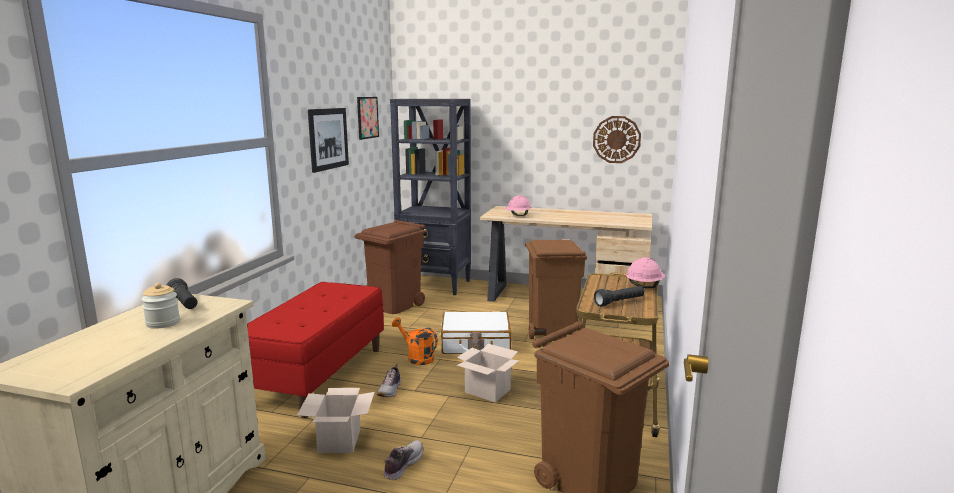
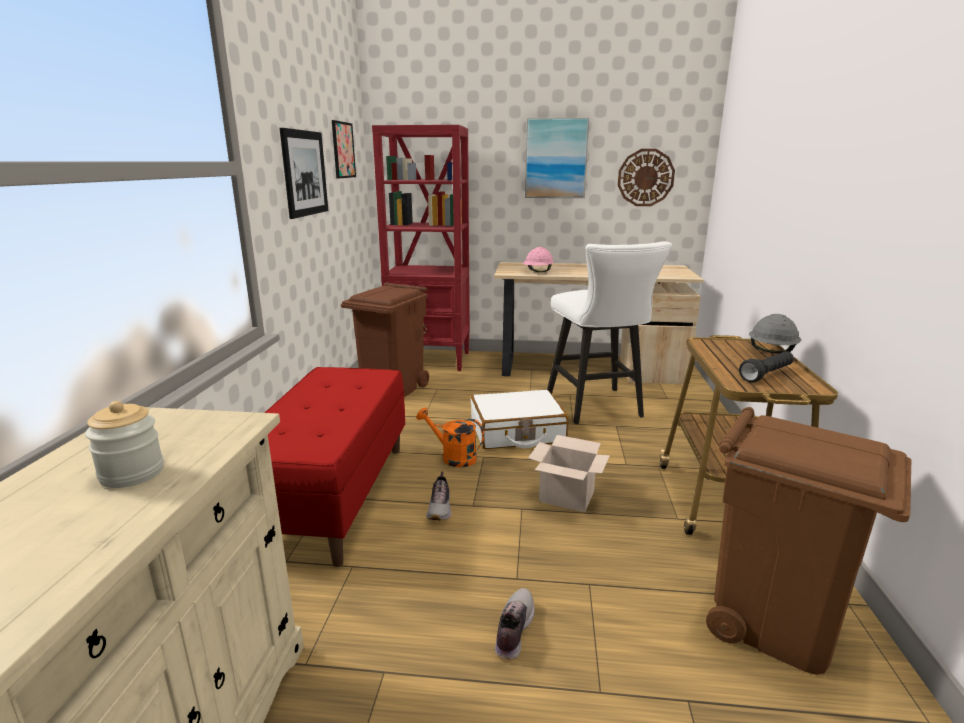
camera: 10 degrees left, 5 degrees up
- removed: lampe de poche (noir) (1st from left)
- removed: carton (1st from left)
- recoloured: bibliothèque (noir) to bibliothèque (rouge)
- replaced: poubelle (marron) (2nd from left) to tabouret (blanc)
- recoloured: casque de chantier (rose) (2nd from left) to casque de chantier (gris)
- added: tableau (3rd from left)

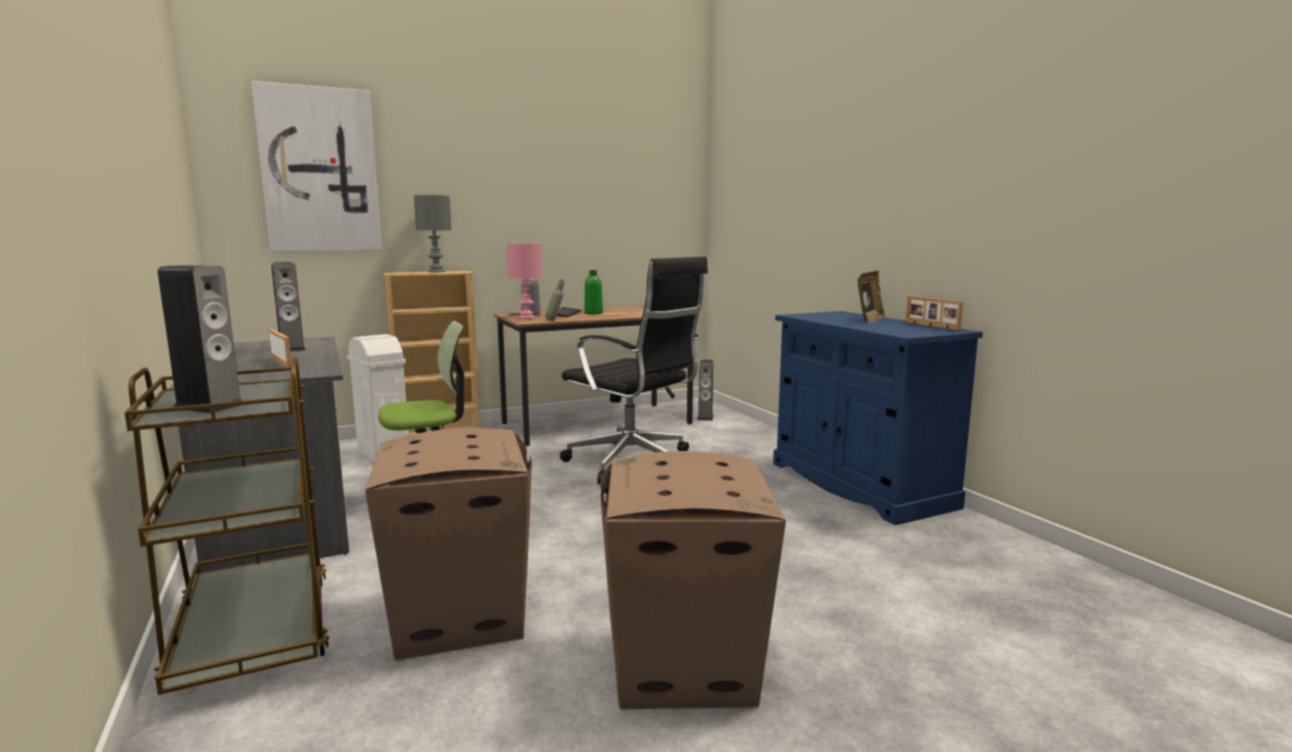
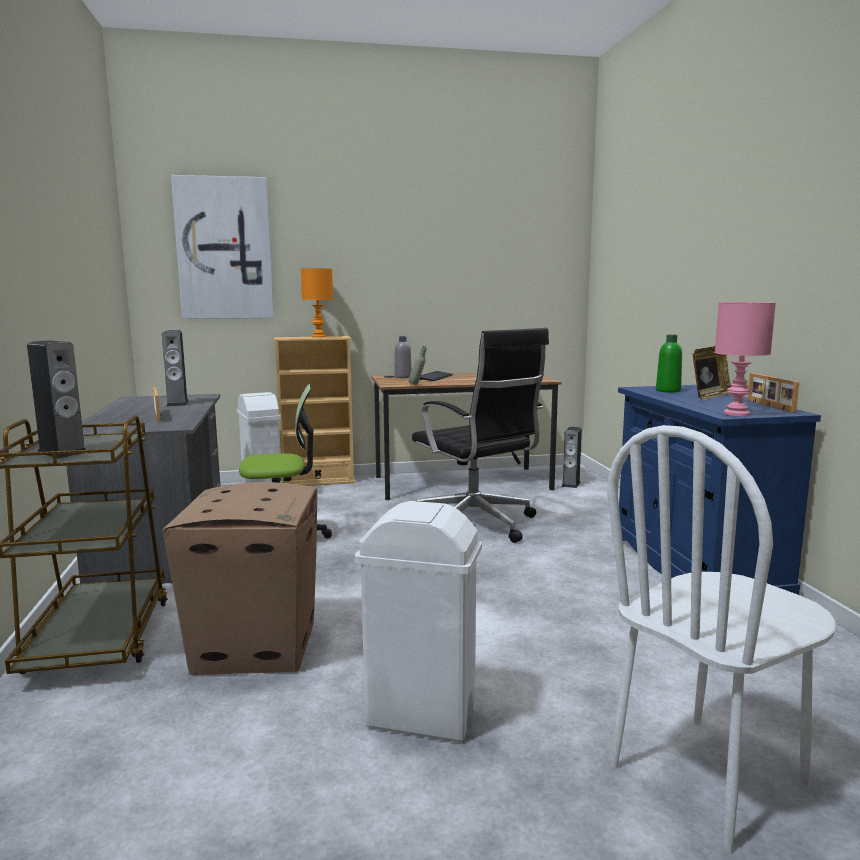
camera: 15 degrees right, 0 degrees up
- recoloured: lampe de table (gris) to lampe de table (orange)
- moved: lampe de table (rose)
- moved: bouteille (vert)
- replaced: carton (2nd from left) to poubelle (blanc) (2nd from left)
- added: chaise (blanc)

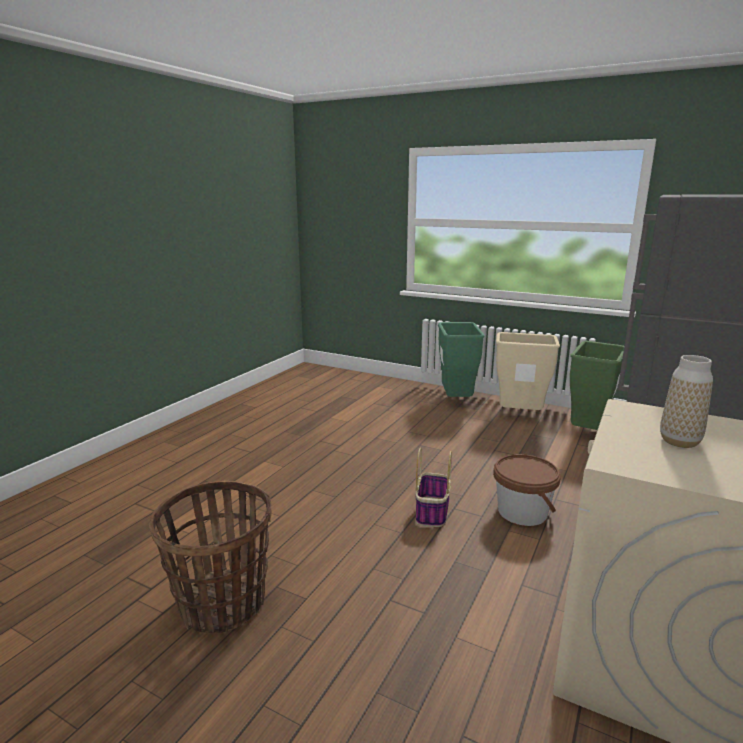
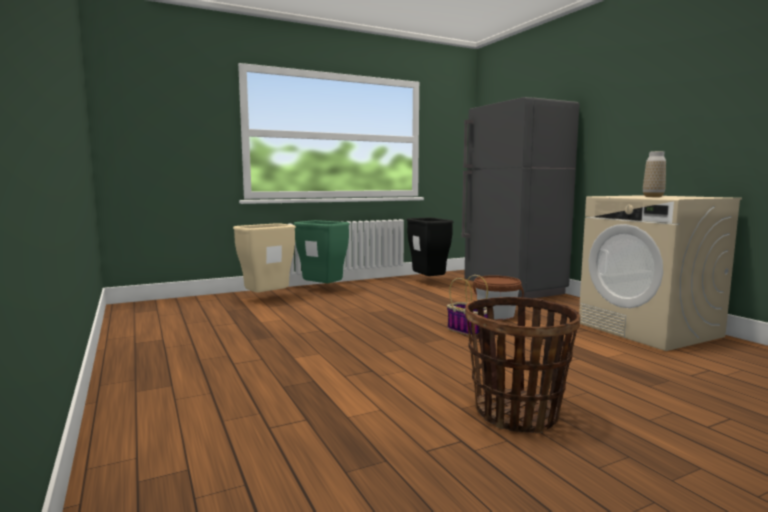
camera: 55 degrees left, 10 degrees down
- moved: poubelle (beige)
- recoloured: poubelle (vert) (2nd from left) to poubelle (noir)

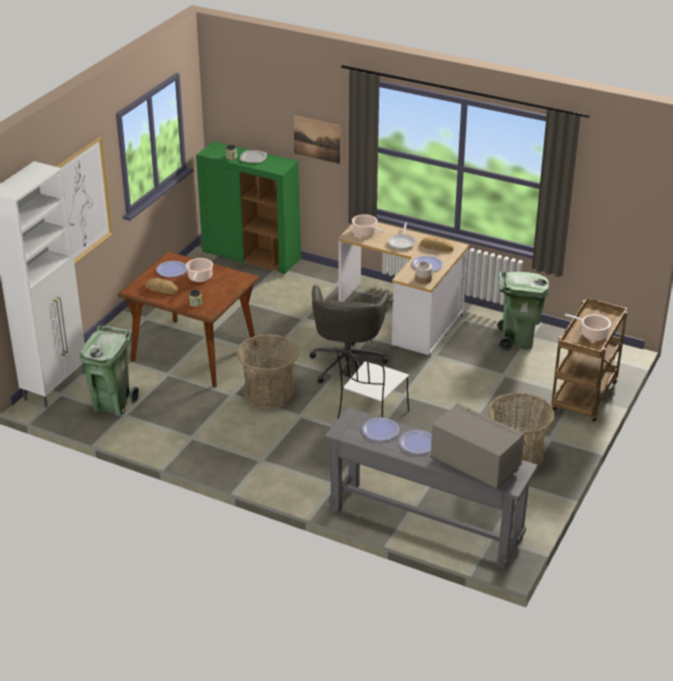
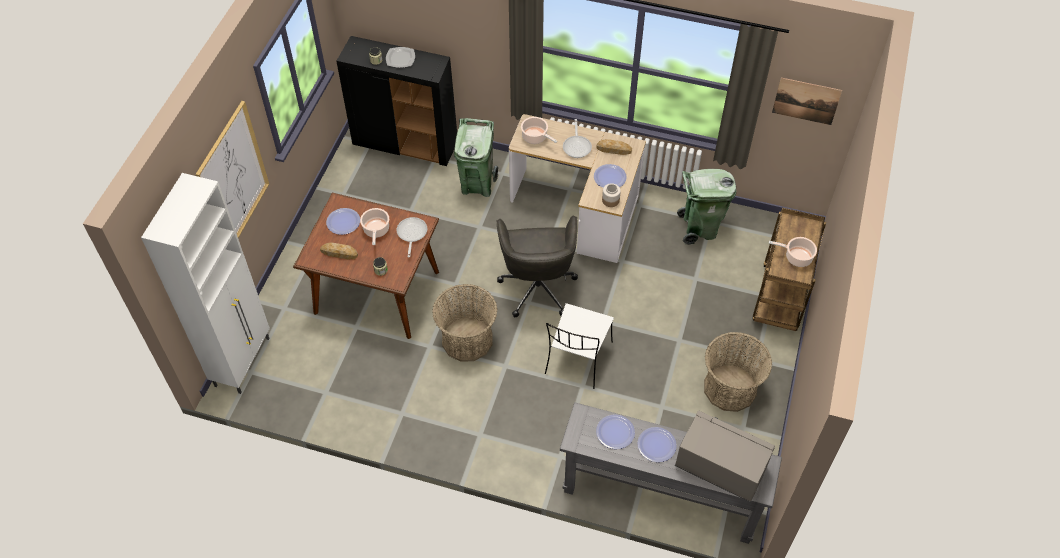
camera: 10 degrees left, 20 degrees up
- moved: poubelle (vert) (1st from left)
- recoloured: meuble de rangement (vert) to meuble de rangement (noir)
- moved: tableau (2nd from left)
- added: poêle (1st from left)

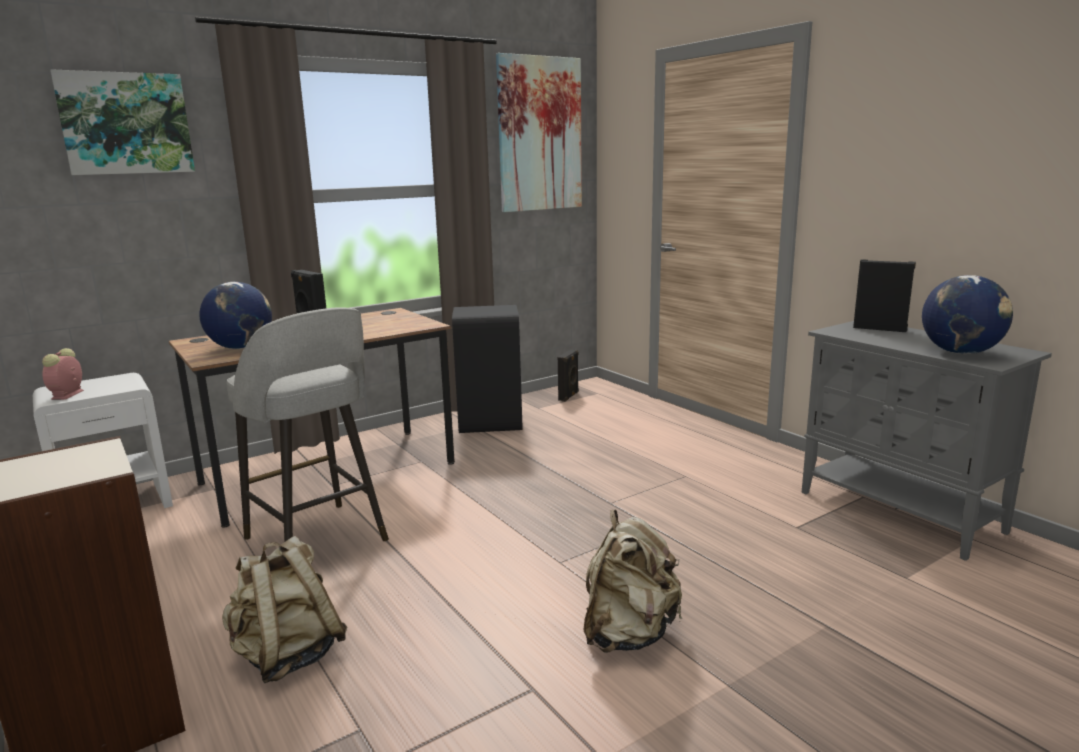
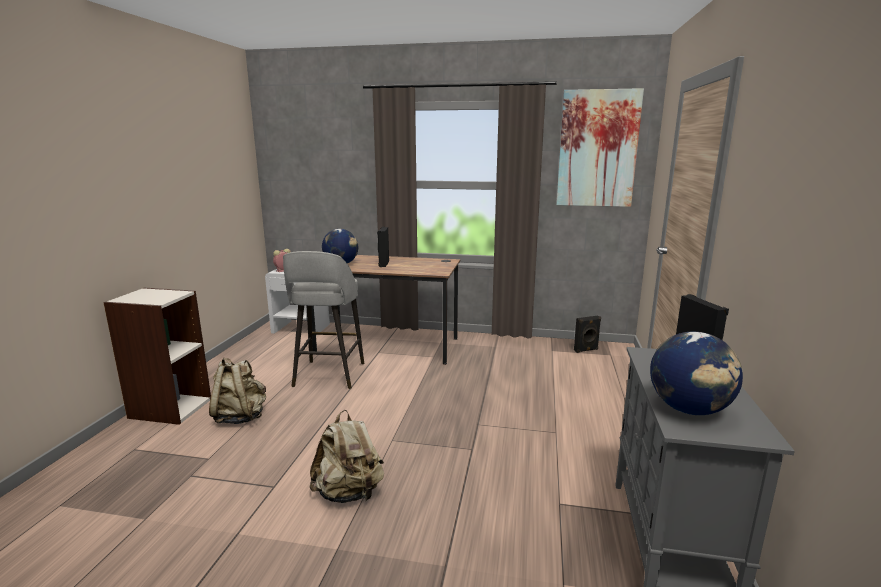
camera: 45 degrees right, 0 degrees up
- removed: tableau (1st from left)
- removed: poubelle (noir)

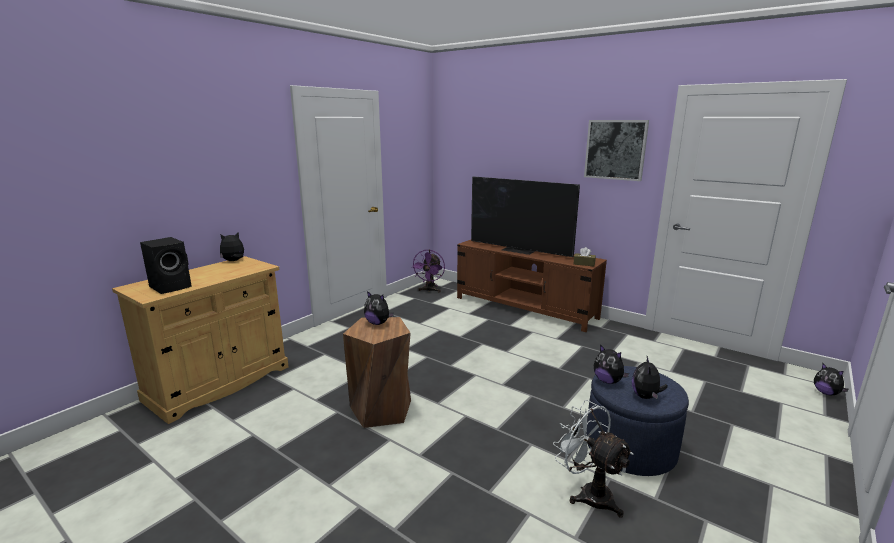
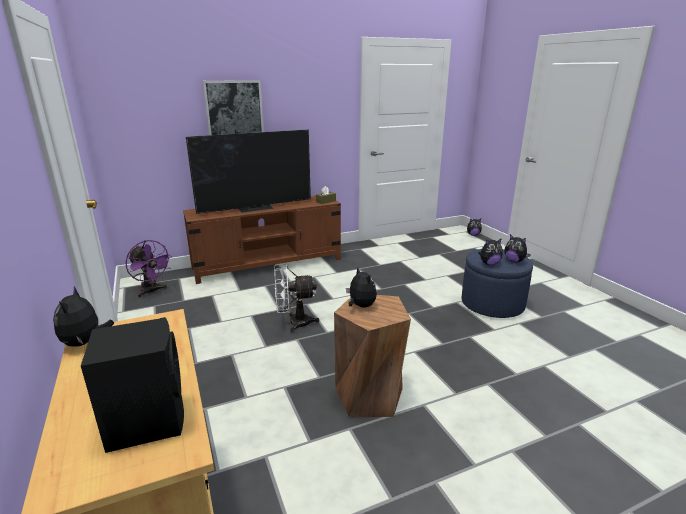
camera: 60 degrees left, 5 degrees up
- turned: peluche (2nd from left) 90 degrees counterclockwise
- moved: ventilateur (blanc)
- moved: tableau

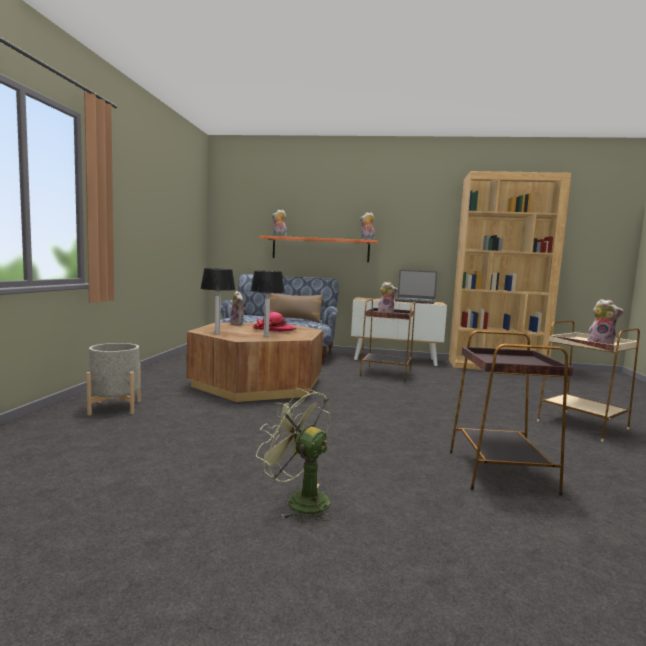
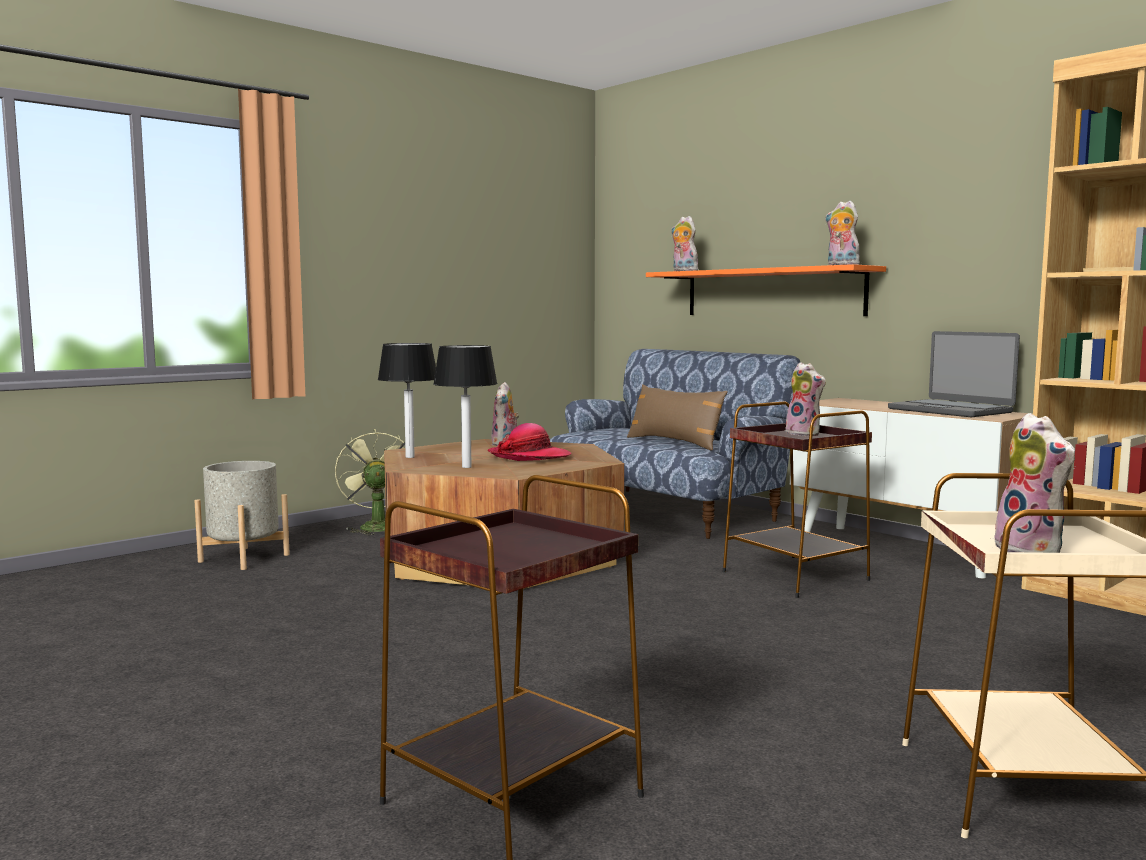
camera: 40 degrees right, 0 degrees up
- moved: ventilateur (vert)

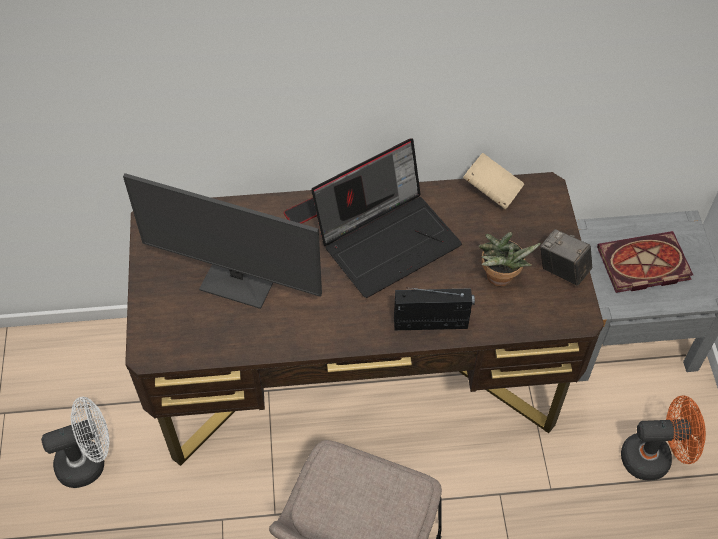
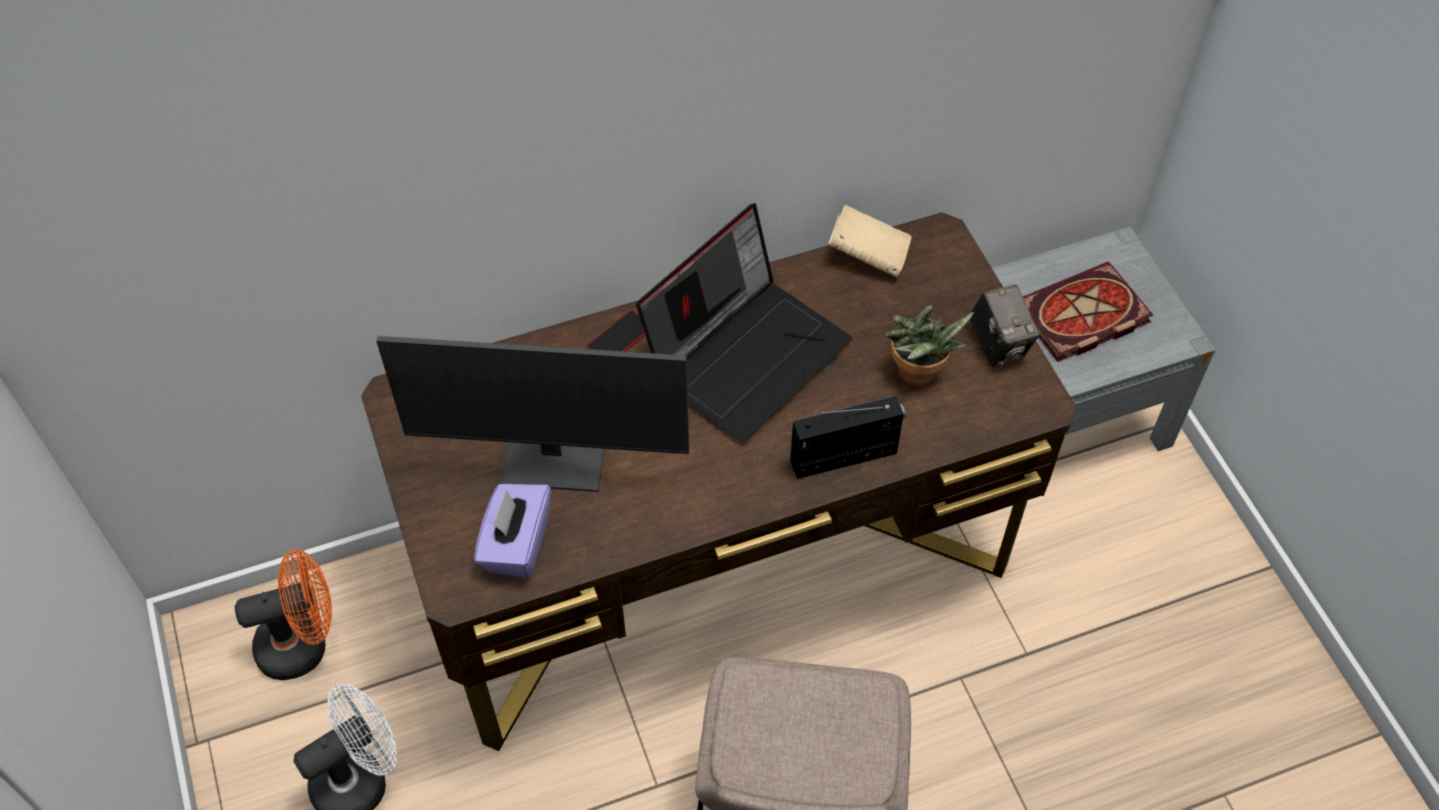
camera: 15 degrees left, 0 degrees up
- turned: appareil photo 135 degrees counterclockwise
- moved: ventilateur (orange)
- added: boîte à mouchoirs (violet)

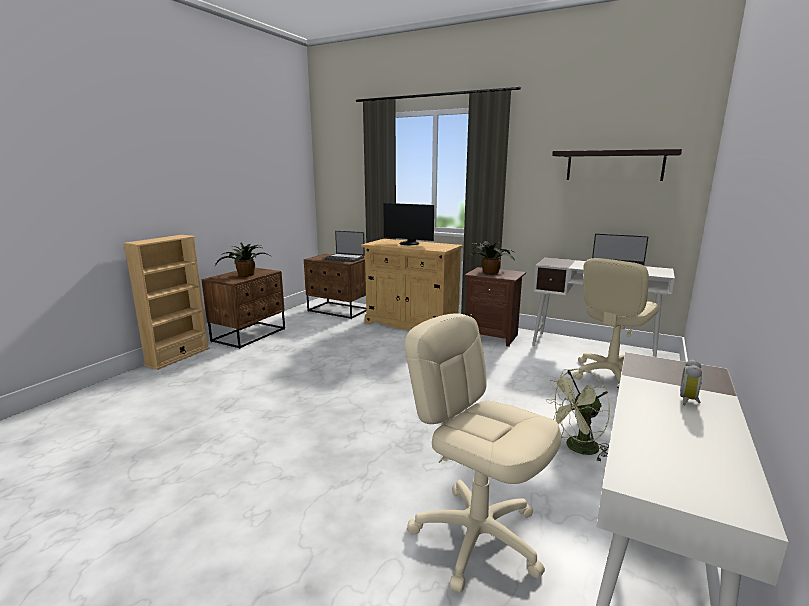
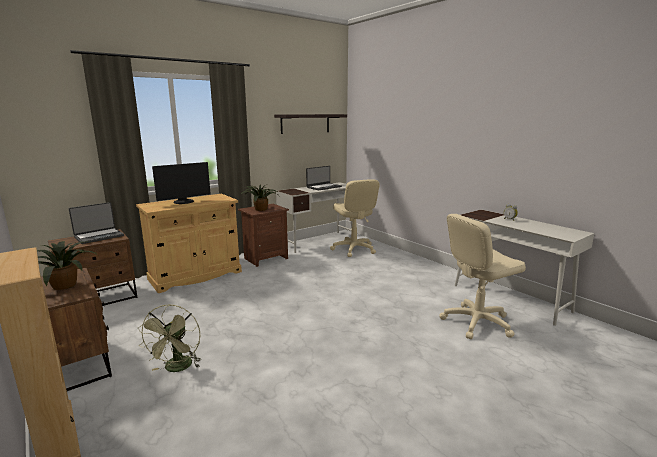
camera: 65 degrees left, 0 degrees up
- moved: ventilateur (vert)

